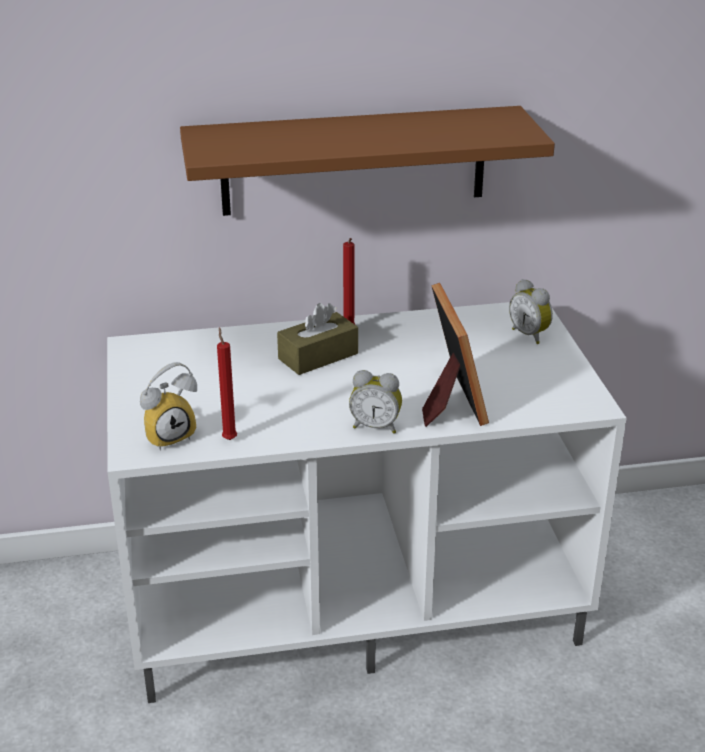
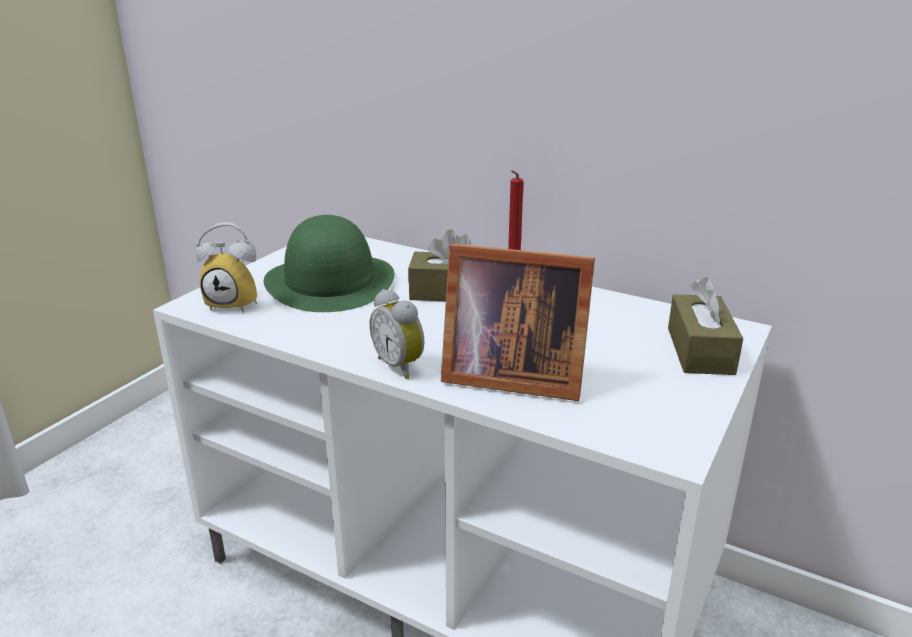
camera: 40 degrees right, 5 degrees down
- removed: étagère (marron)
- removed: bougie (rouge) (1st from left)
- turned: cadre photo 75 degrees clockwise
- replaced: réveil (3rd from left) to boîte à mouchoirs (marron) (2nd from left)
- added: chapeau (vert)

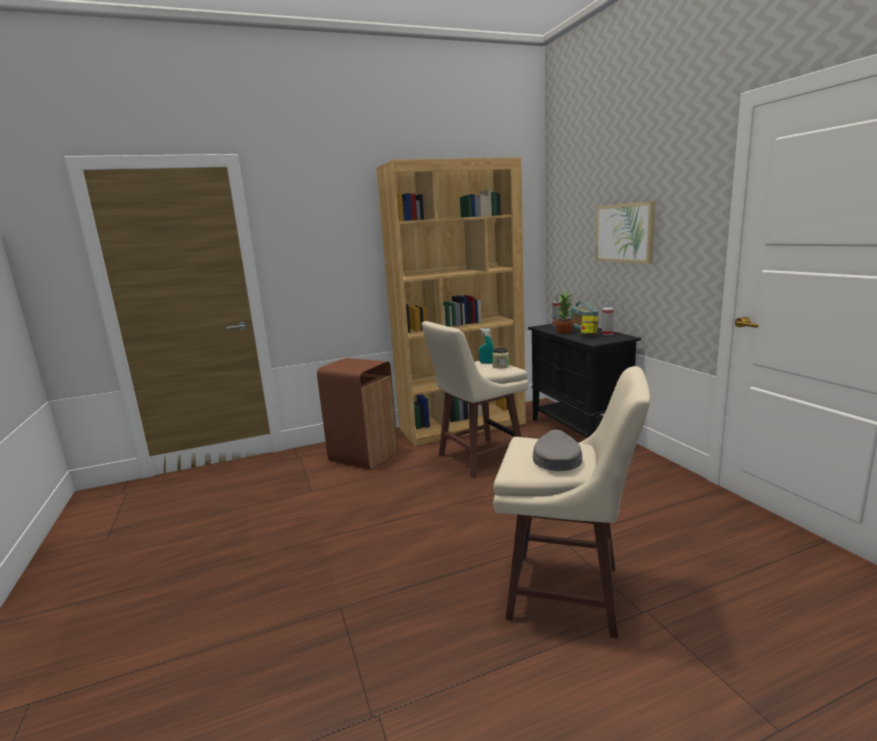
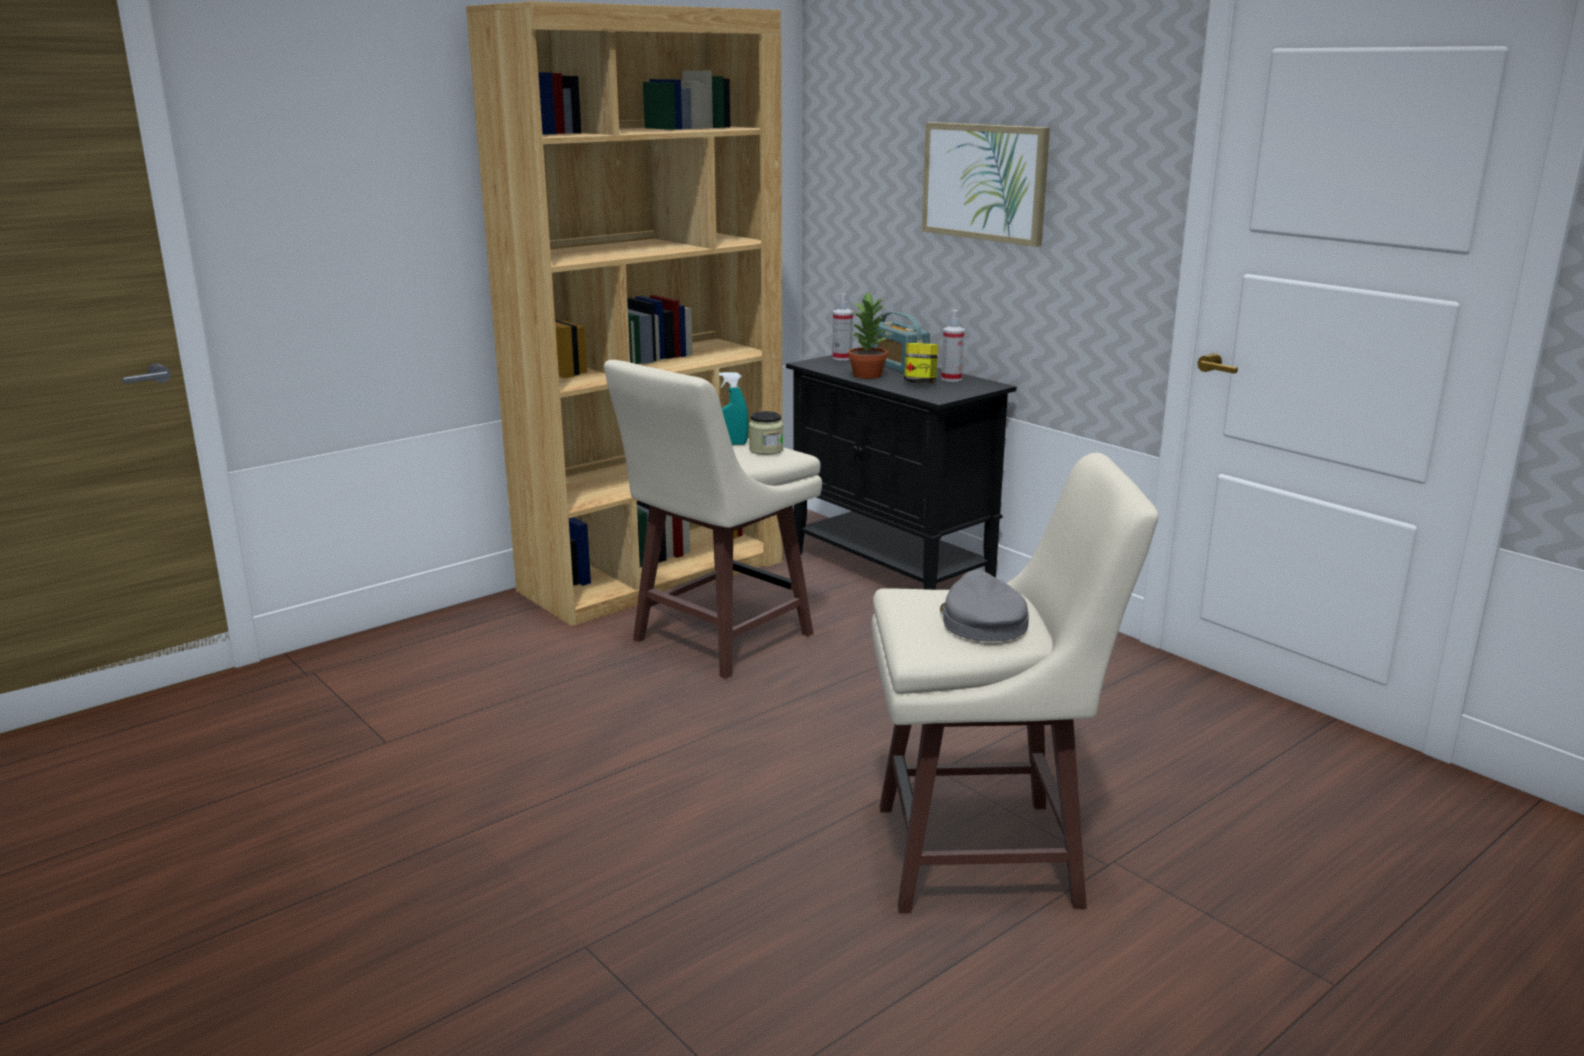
camera: 20 degrees left, 5 degrees up
- removed: poubelle (marron)

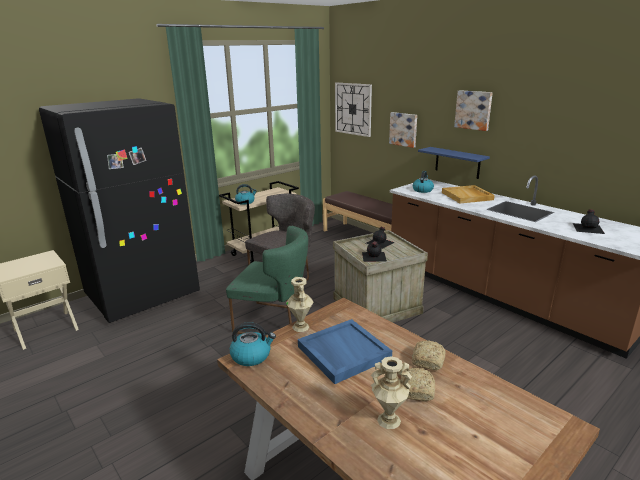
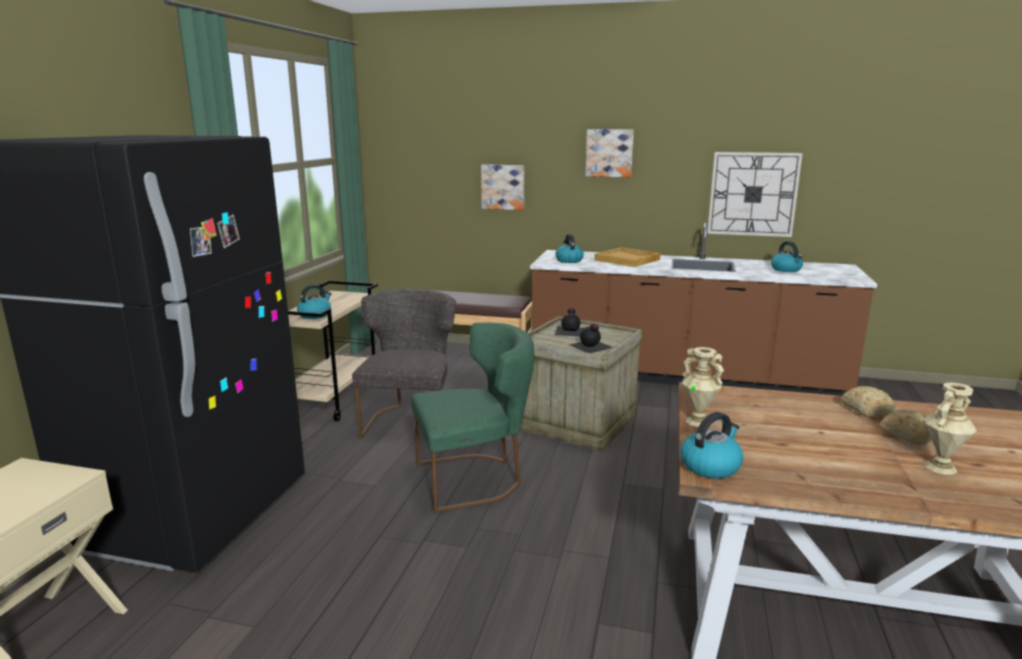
camera: 35 degrees left, 5 degrees down
- removed: plateau (bleu)
- moved: horloge murale
- removed: étagère (bleu)
- replaced: bouteille (noir) (3rd from left) to bouilloire (4th from left)

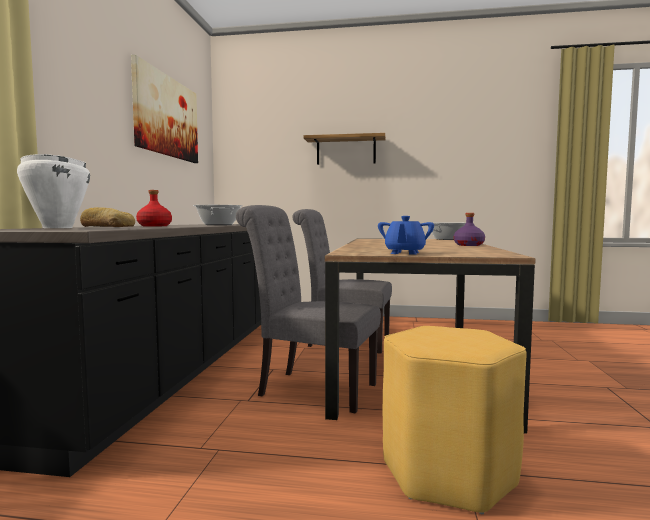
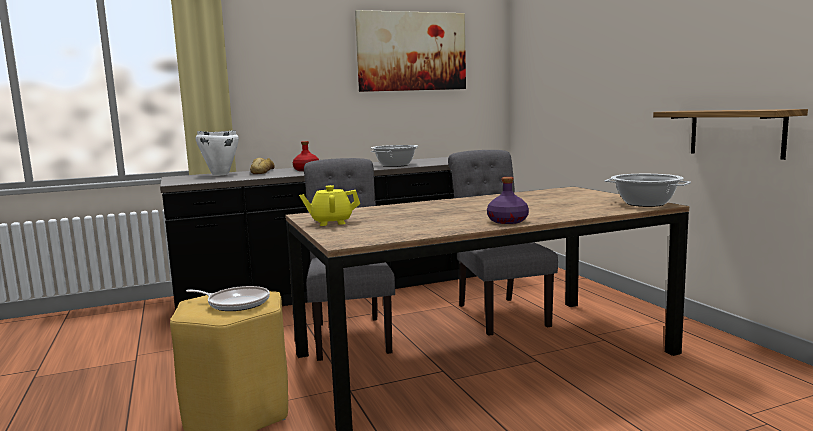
camera: 60 degrees right, 5 degrees up
- moved: étagère
- recoloured: théière (bleu) to théière (jaune)
- added: poêle

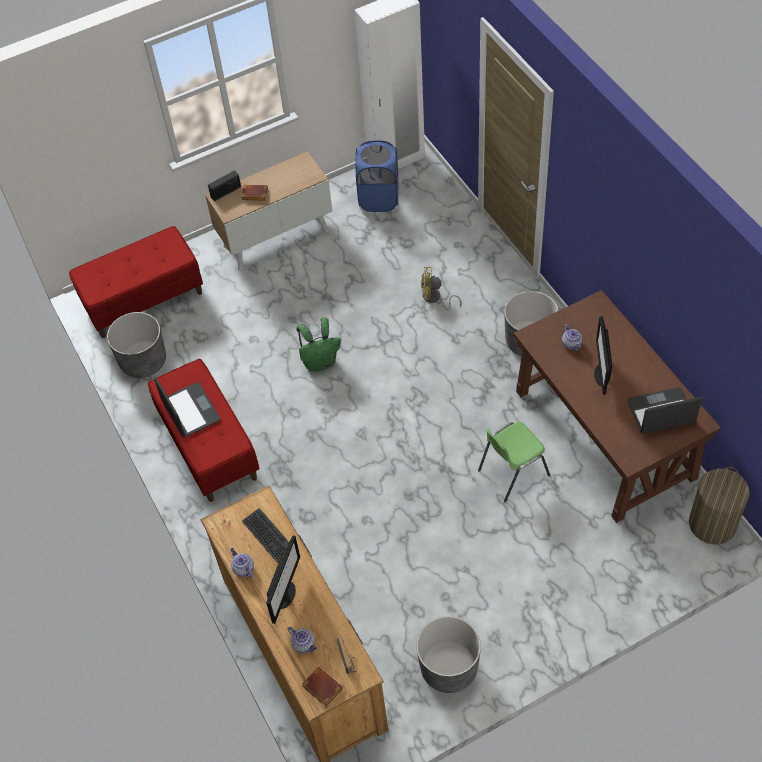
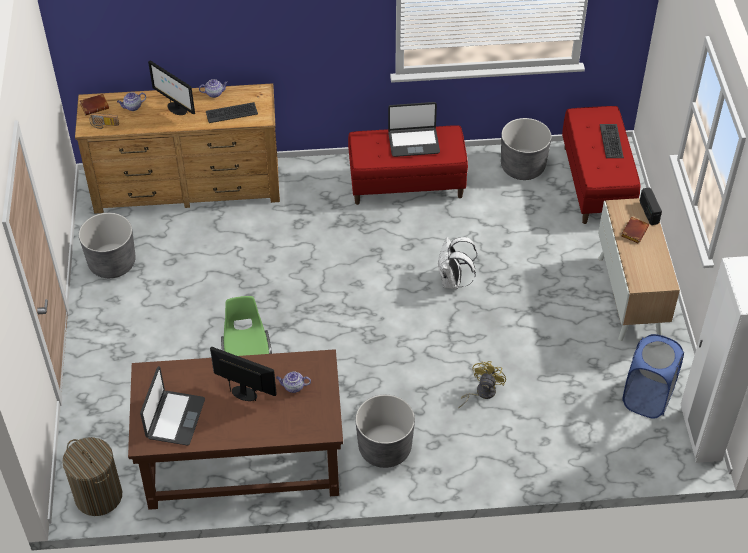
camera: 110 degrees right, 5 degrees down
- recoloured: sac à dos (vert) to sac à dos (blanc)
- added: clavier (2nd from left)

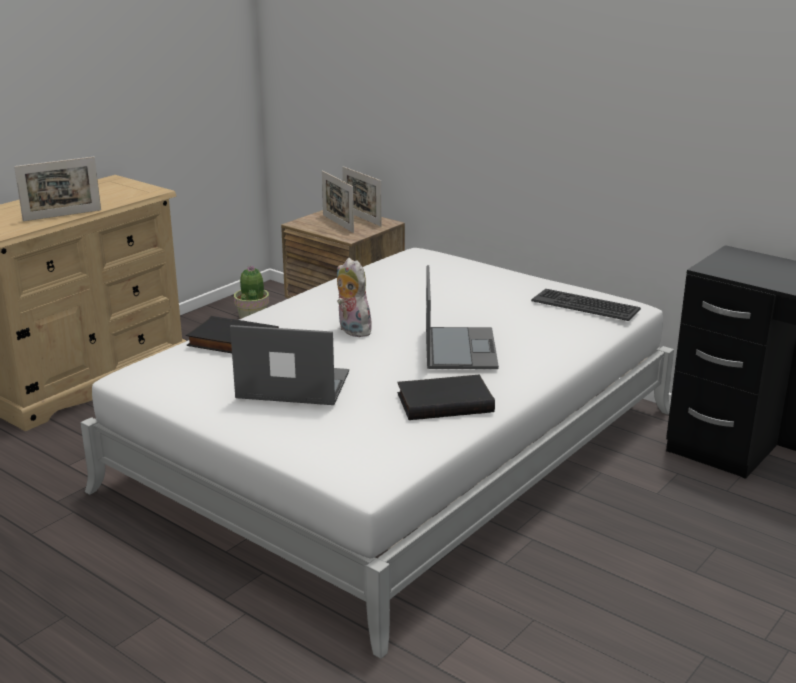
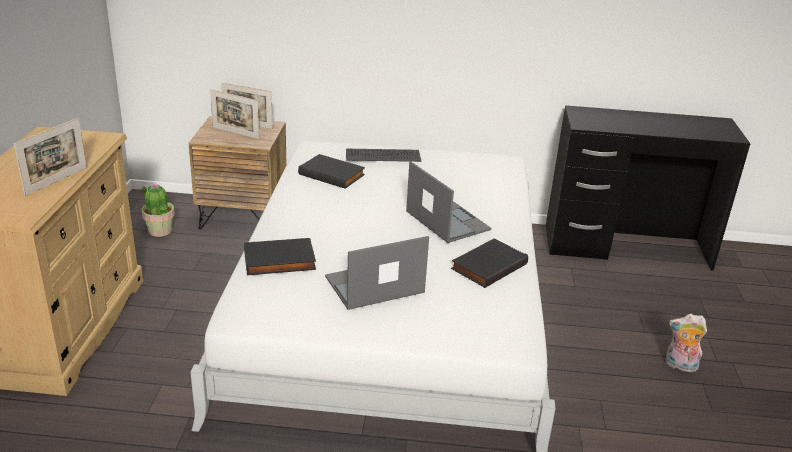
camera: 35 degrees left, 5 degrees up
- moved: peluche
- moved: clavier
- added: livre (noir) (2nd from left)

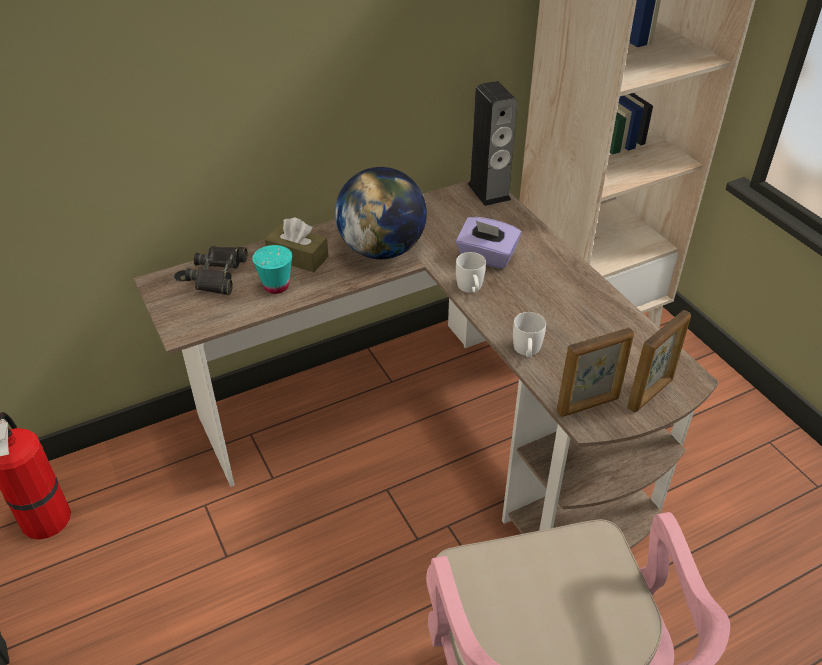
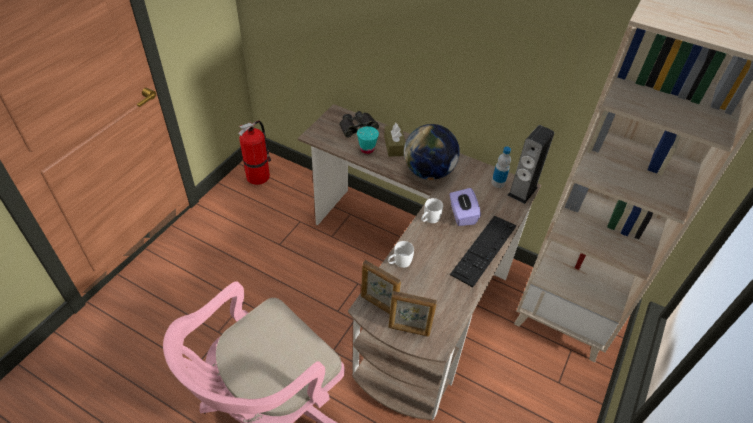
camera: 55 degrees right, 5 degrees up
- added: clavier
- added: bouteille

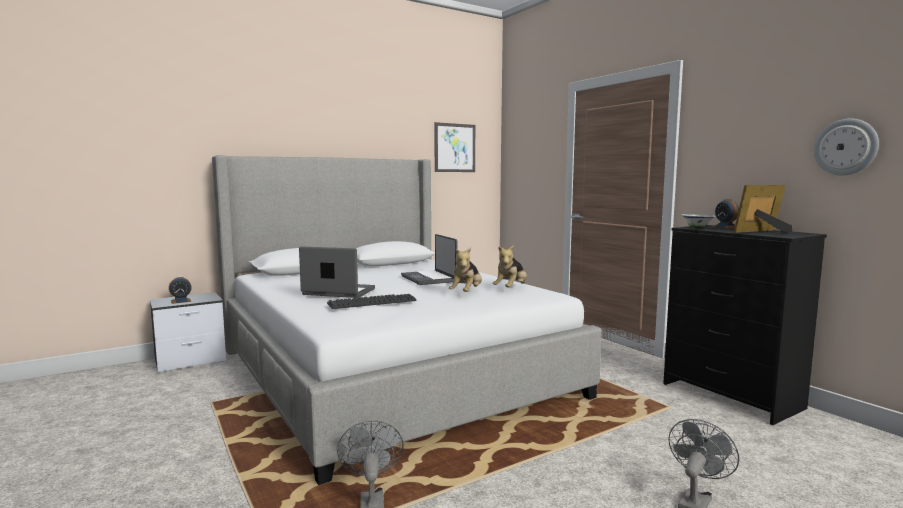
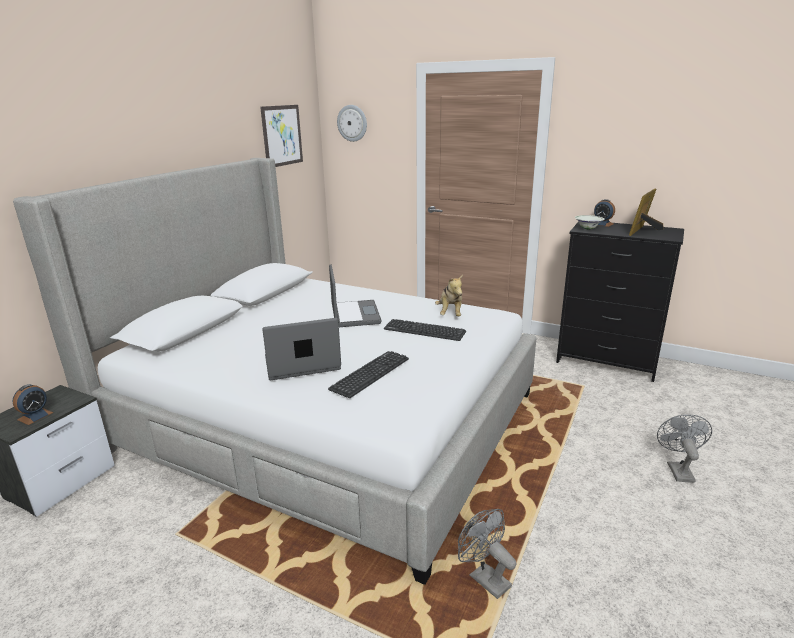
camera: 30 degrees left, 15 degrees up
- turned: ordinateur portable (2nd from left) 135 degrees counterclockwise
- replaced: peluche (1st from left) to clavier (2nd from left)
- moved: horloge murale

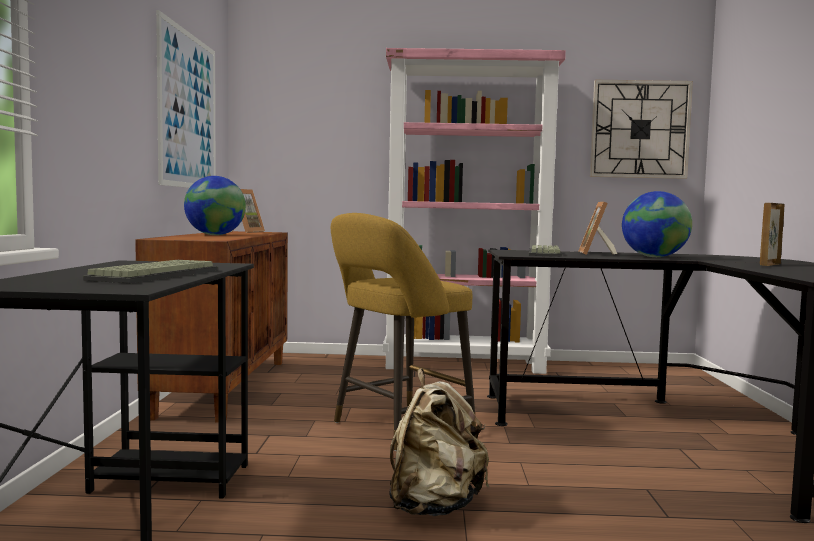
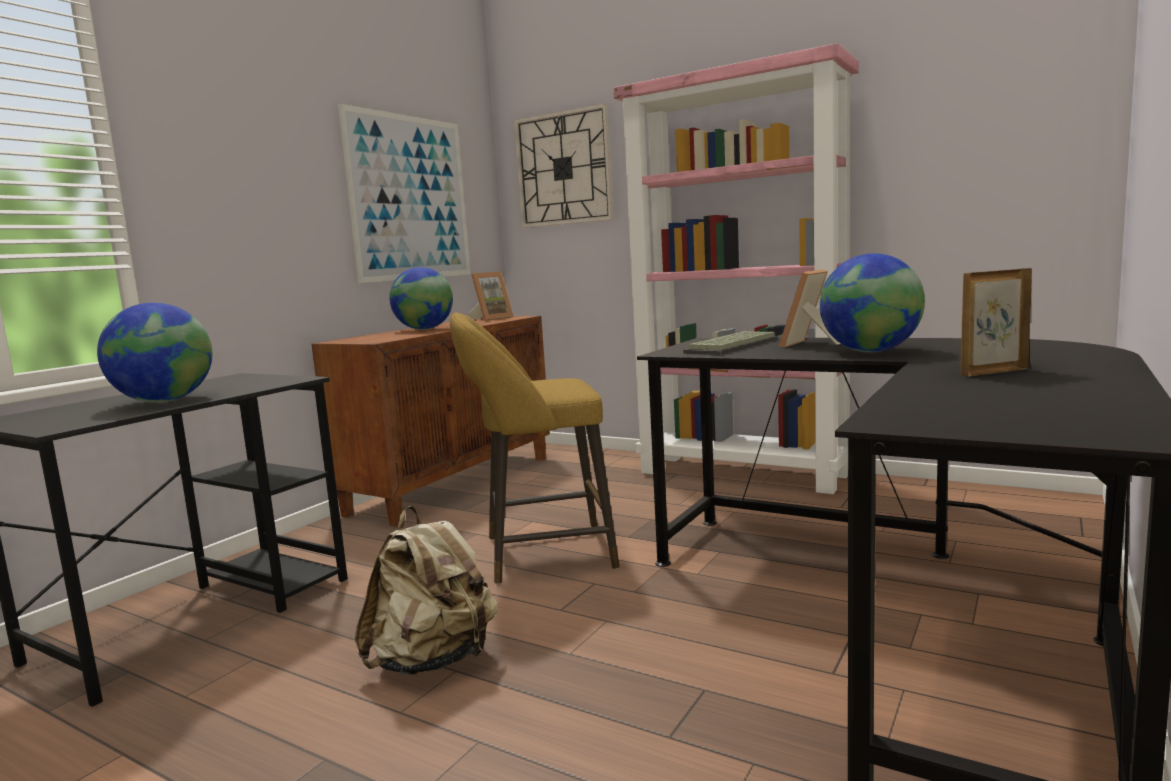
camera: 30 degrees right, 5 degrees up
- replaced: clavier (1st from left) to globe (1st from left)
- moved: horloge murale

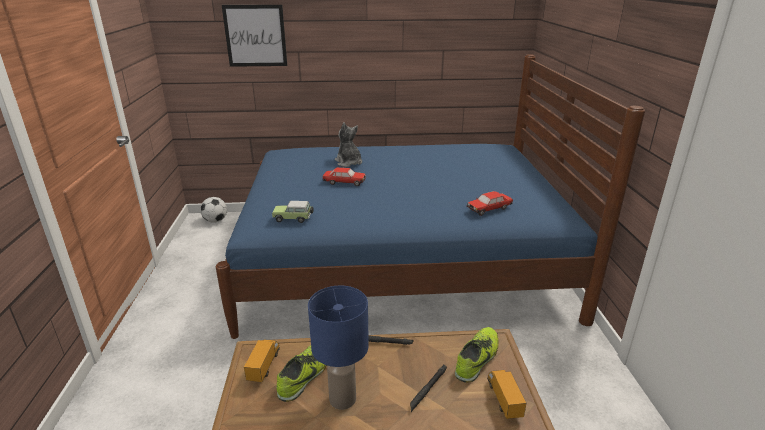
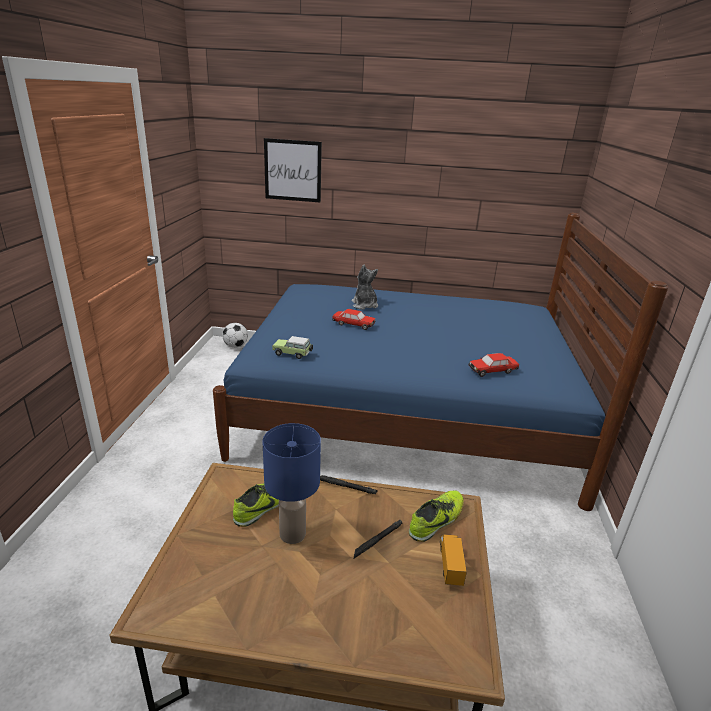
camera: 10 degrees right, 0 degrees up
- removed: camion jouet (1st from left)

